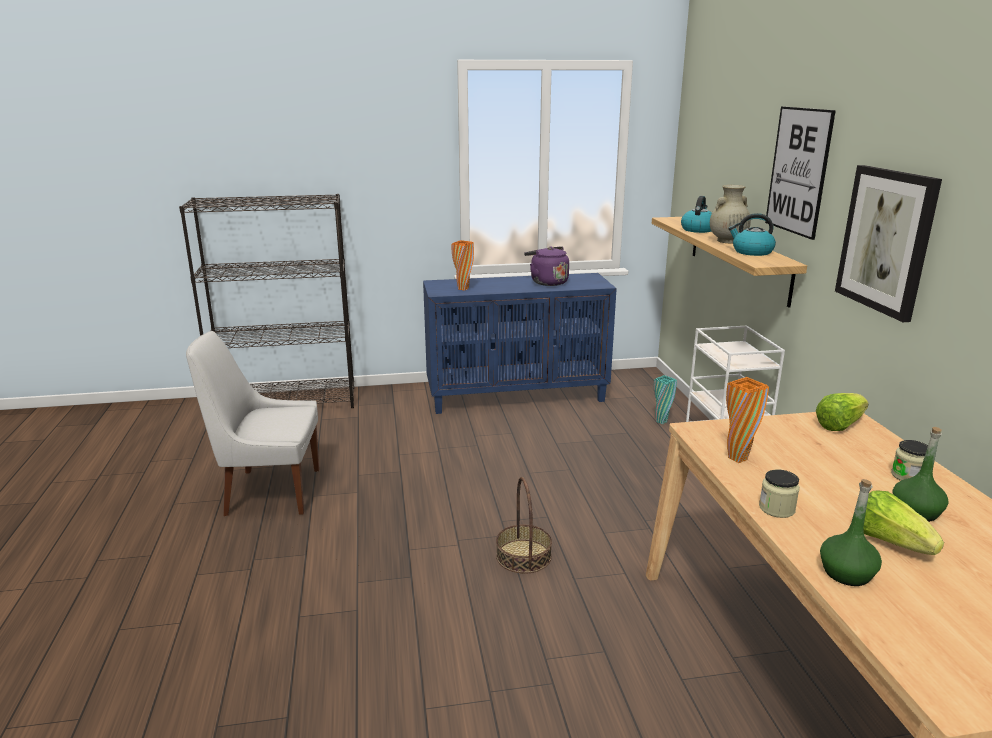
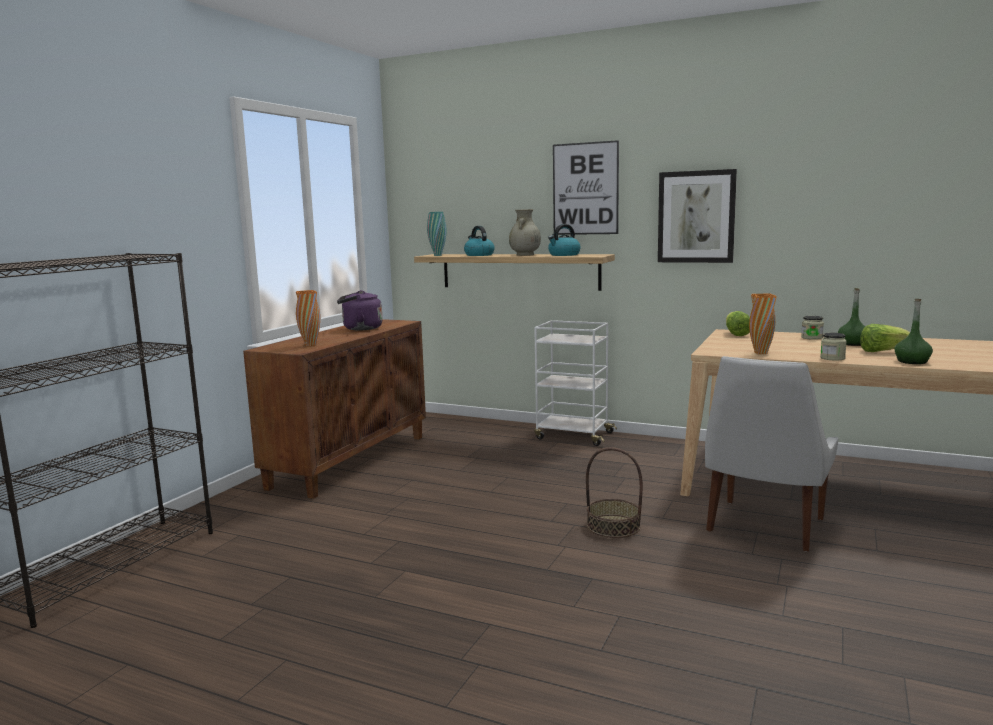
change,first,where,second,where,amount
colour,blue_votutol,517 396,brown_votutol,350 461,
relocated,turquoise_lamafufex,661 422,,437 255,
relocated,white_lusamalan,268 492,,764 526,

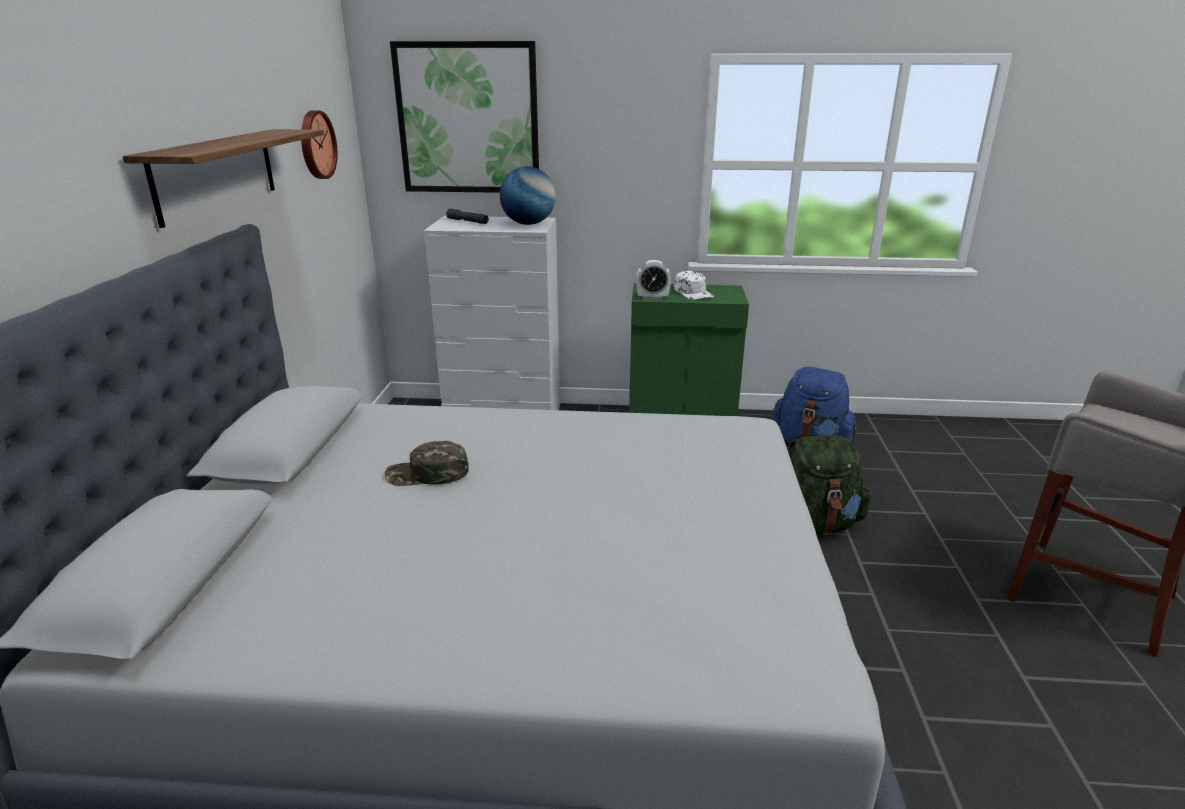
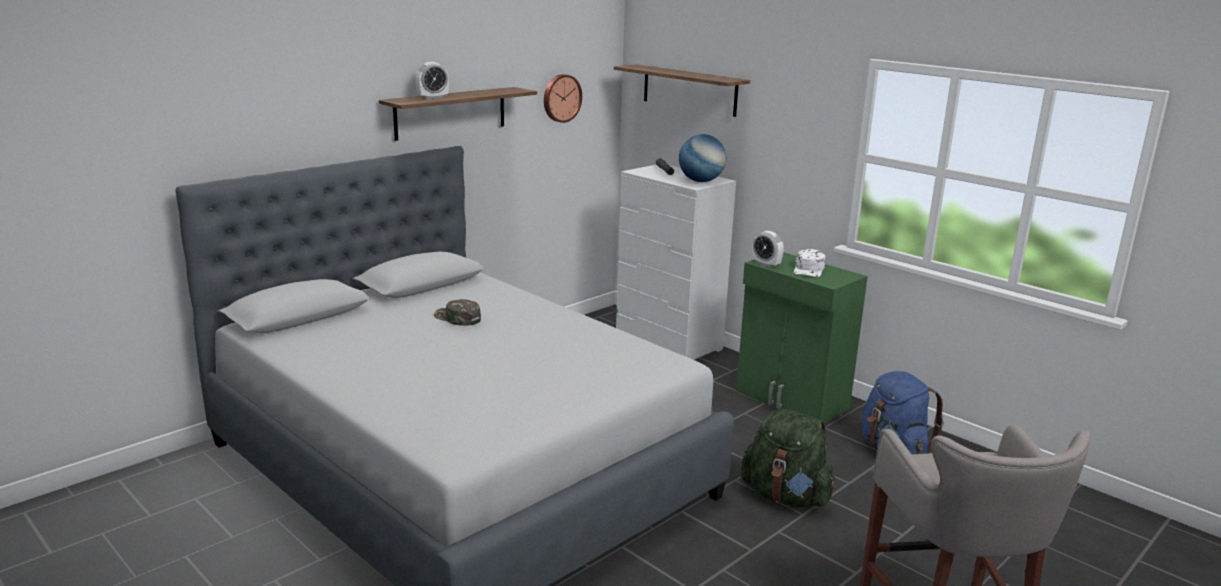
change,first,where,second,where,amount
appeared,,,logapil,433 98,
exchanged,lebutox,468 119,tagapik,689 90,

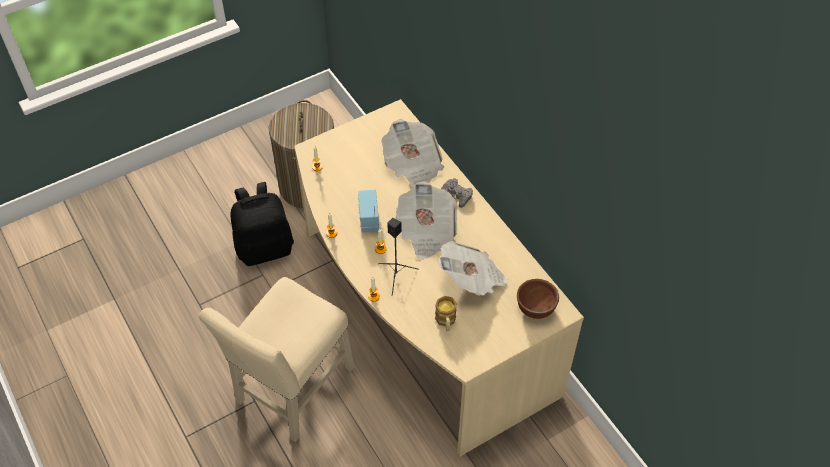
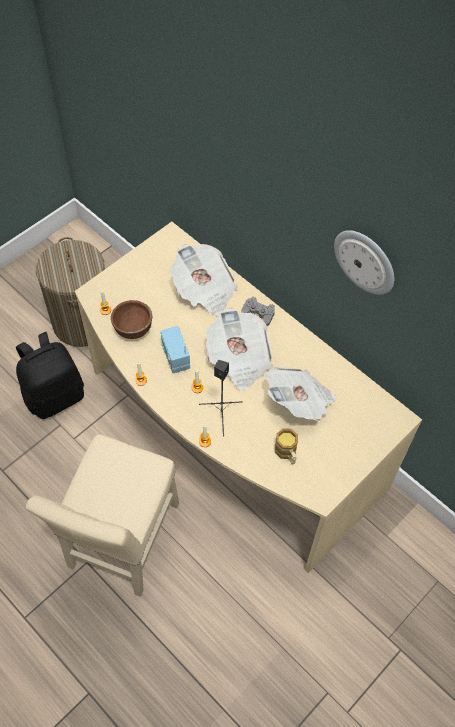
change,first,where,second,where,amount
relocated,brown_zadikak,535 308,,133 329,
appeared,,,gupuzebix,365 261,

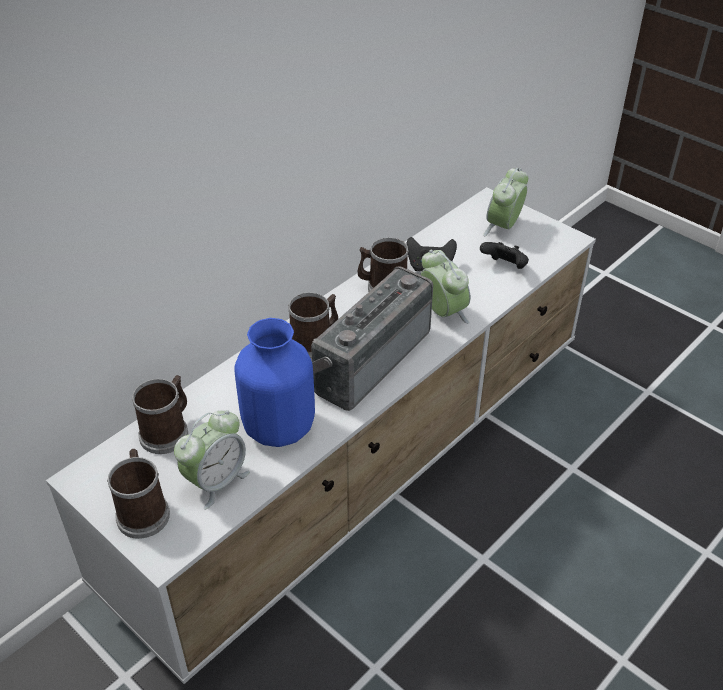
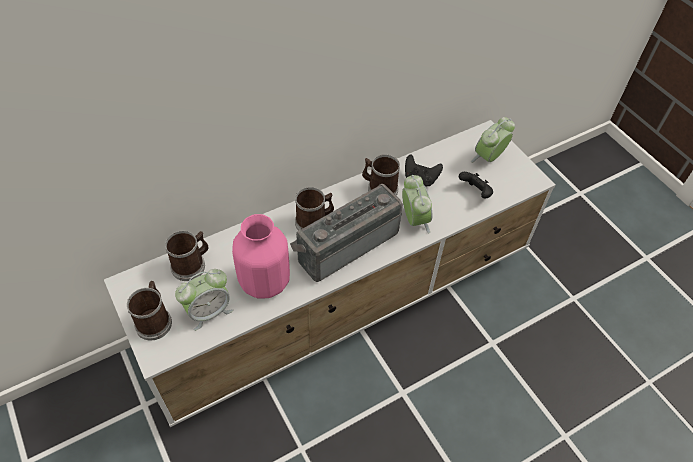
change,first,where,second,where,amount
colour,blue_lamafufex,280 428,pink_lamafufex,265 282,

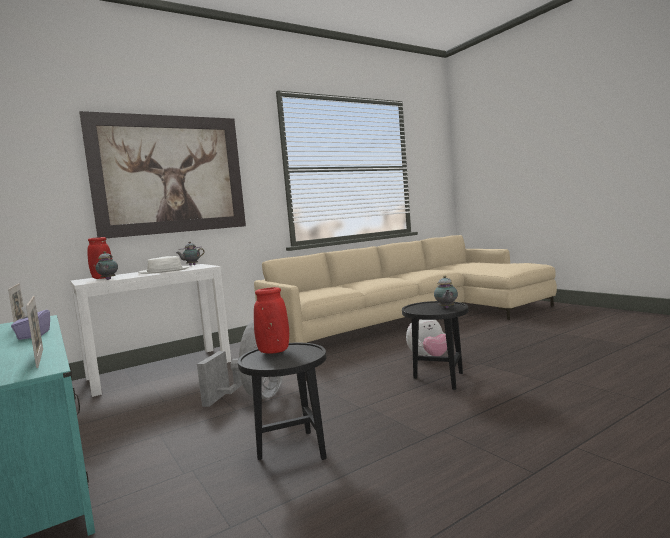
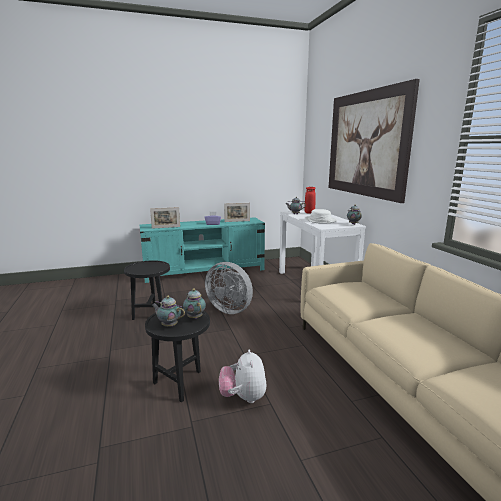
change,first,where,second,where,amount
appeared,,,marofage,194 317,
missing,red_lamafufex,274 351,,,

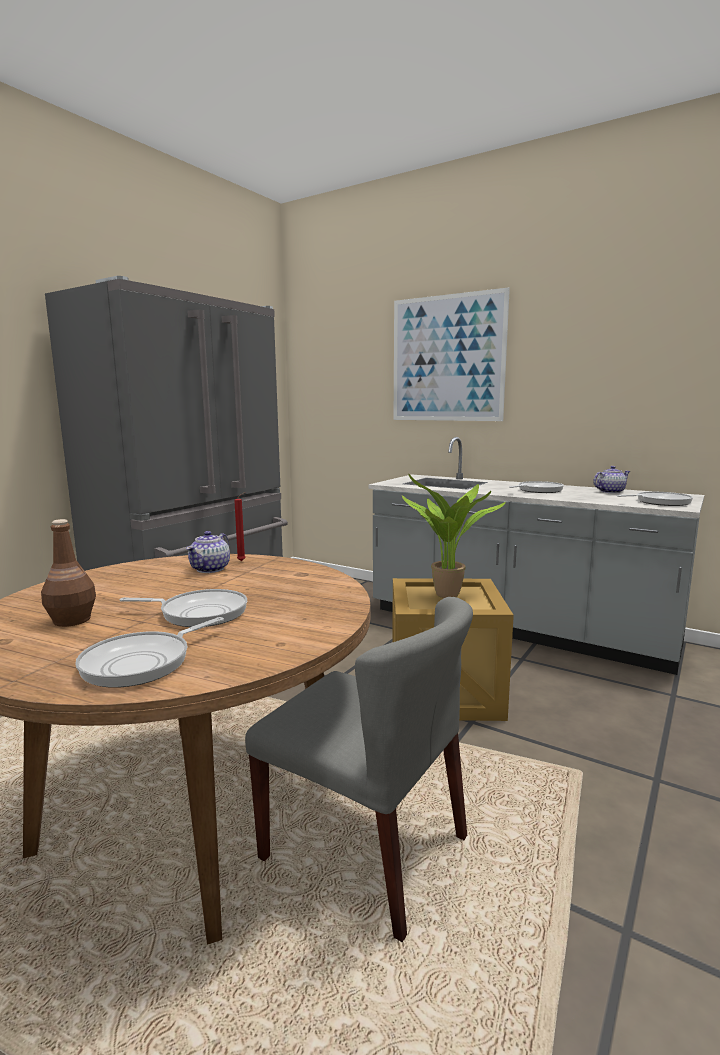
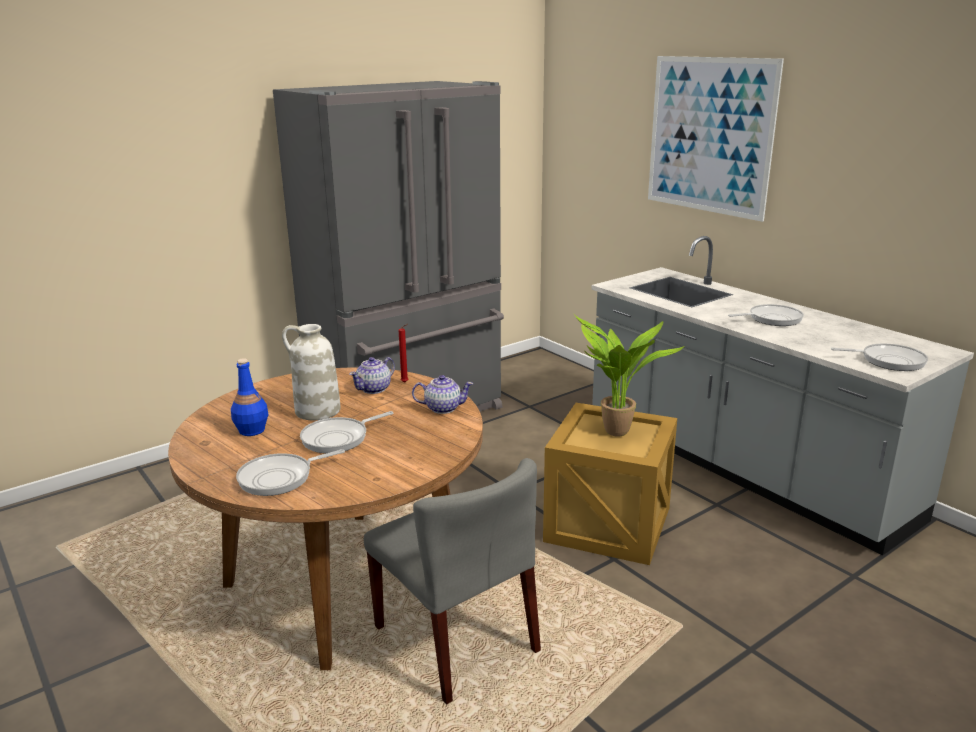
change,first,where,second,where,amount
colour,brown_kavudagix,72 620,blue_kavudagix,252 430,
appeared,,,white_lamafufex,317 411,
spun,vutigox,199 613,,339 438,120 degrees clockwise
relocated,marofage,610 492,,442 408,

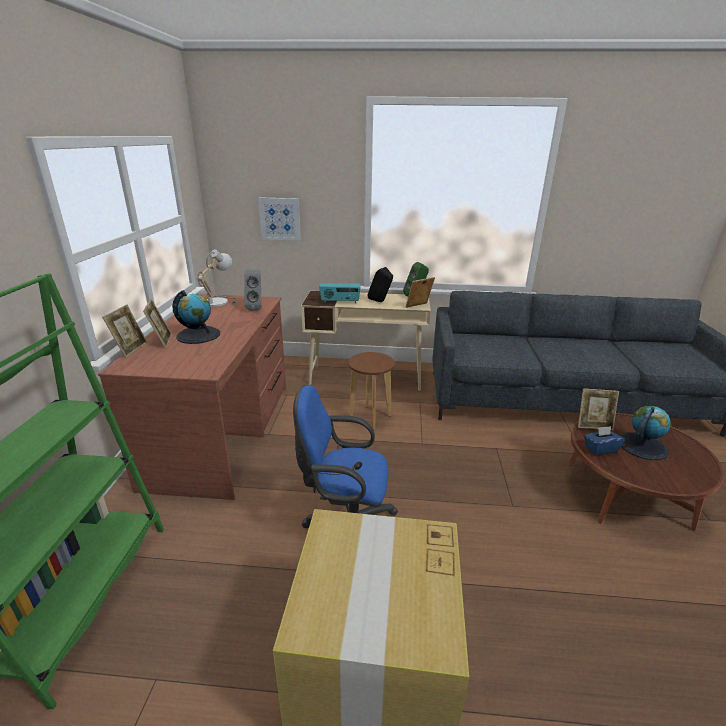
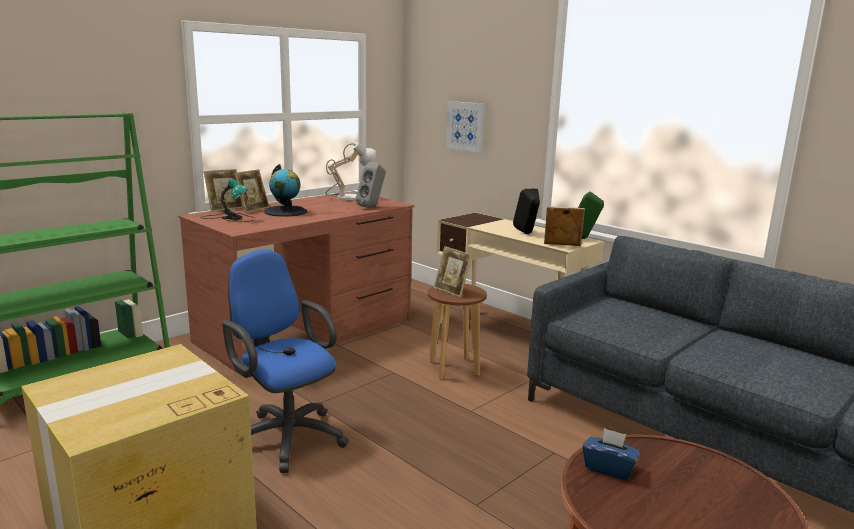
change,first,where,second,where,amount
appeared,,,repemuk,230 218,
relocated,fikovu,593 425,,451 291,
missing,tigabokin,340 302,,,
missing,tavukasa,642 446,,,

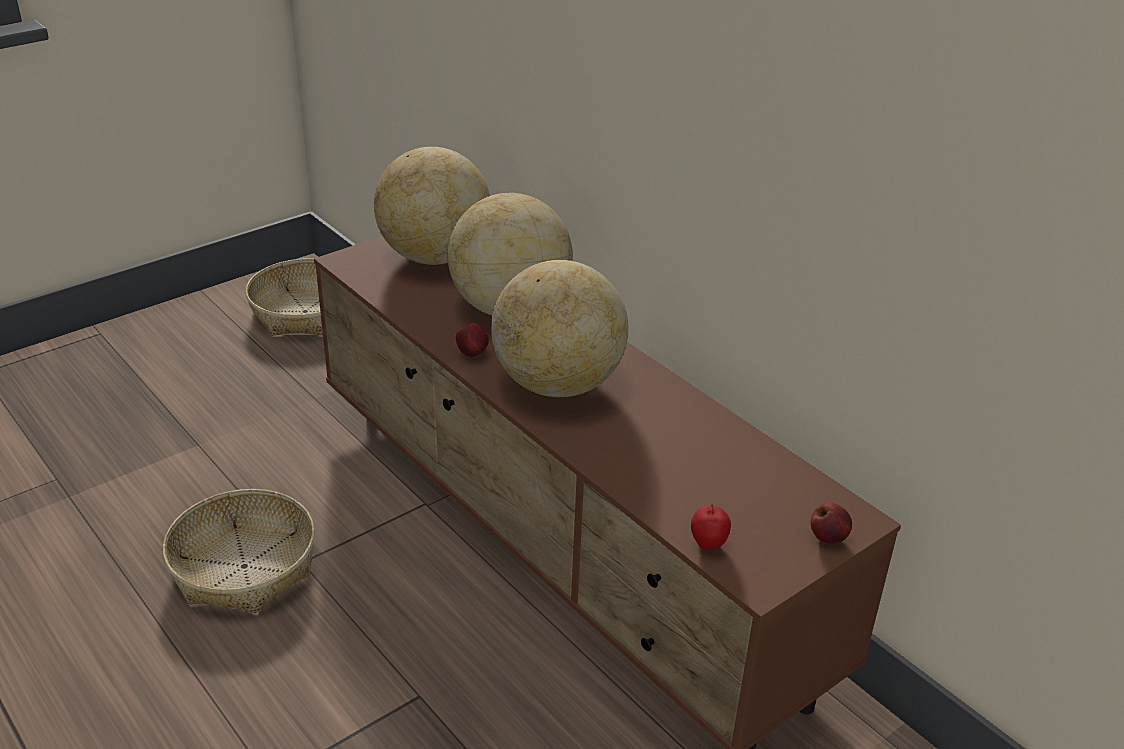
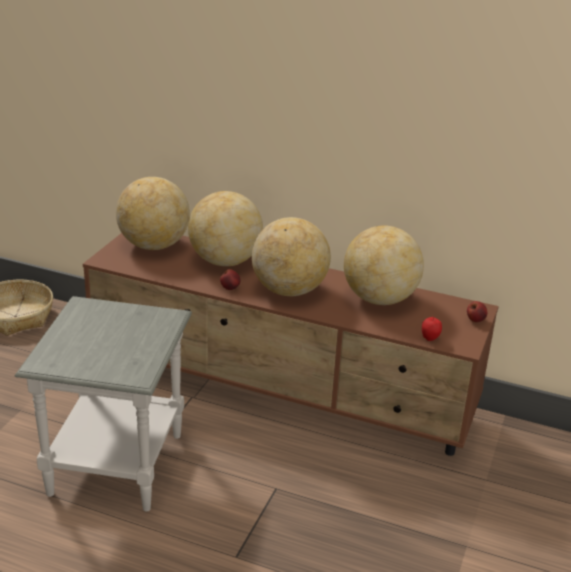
change,first,where,second,where,amount
exchanged,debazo,244 566,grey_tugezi,116 463,
appeared,,,tavukasa,379 299,

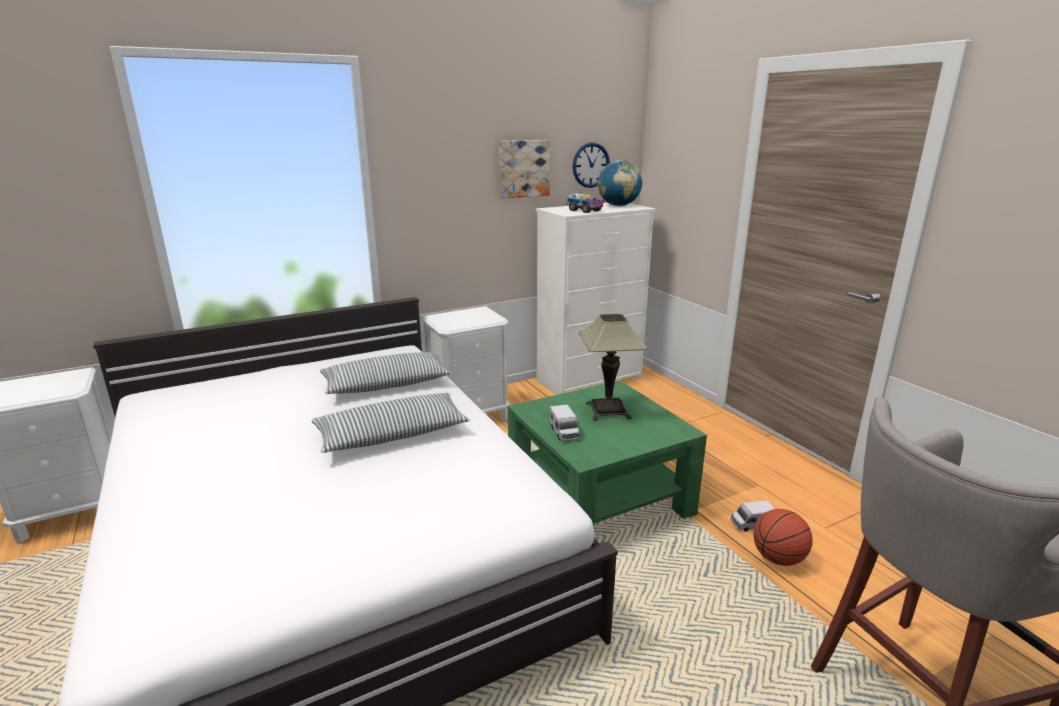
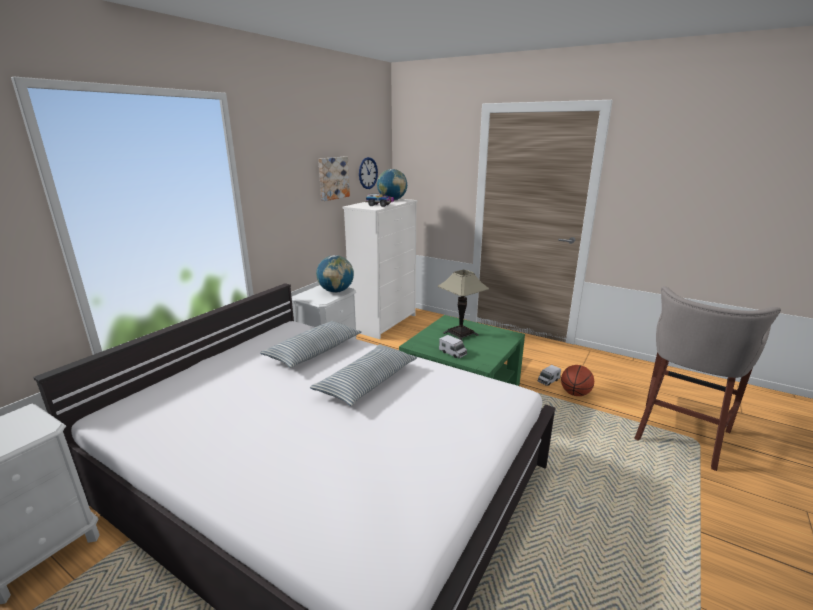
change,first,where,second,where,amount
appeared,,,tavukasa,336 291,

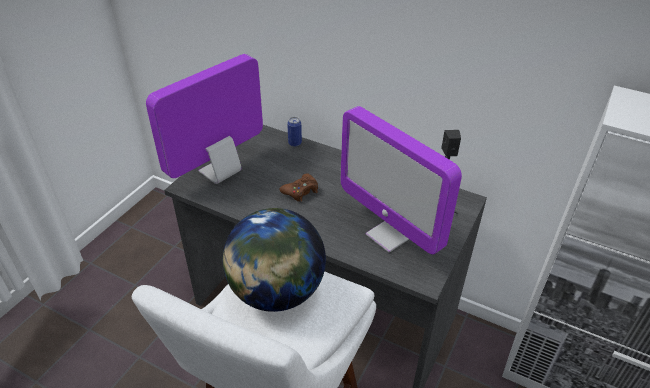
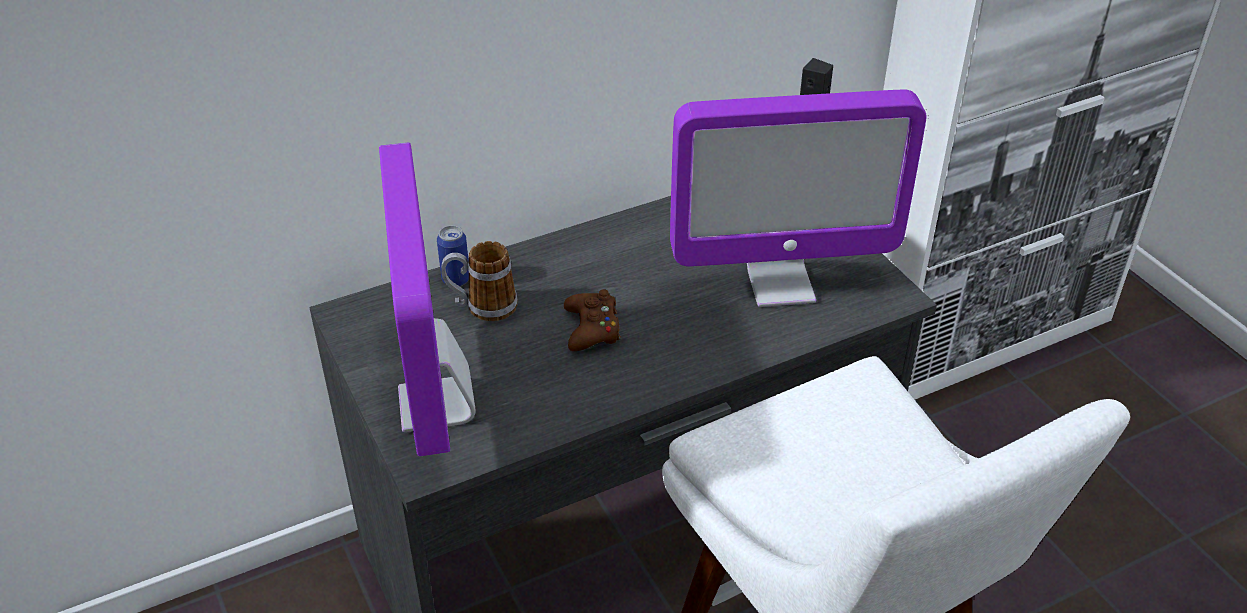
change,first,where,second,where,amount
appeared,,,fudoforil,482 307,
missing,tavukasa,276 292,,,

